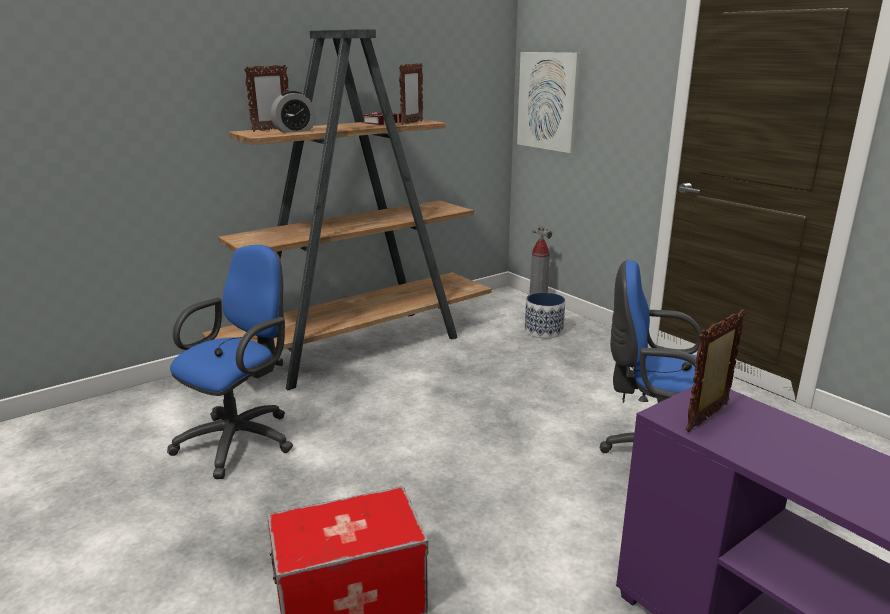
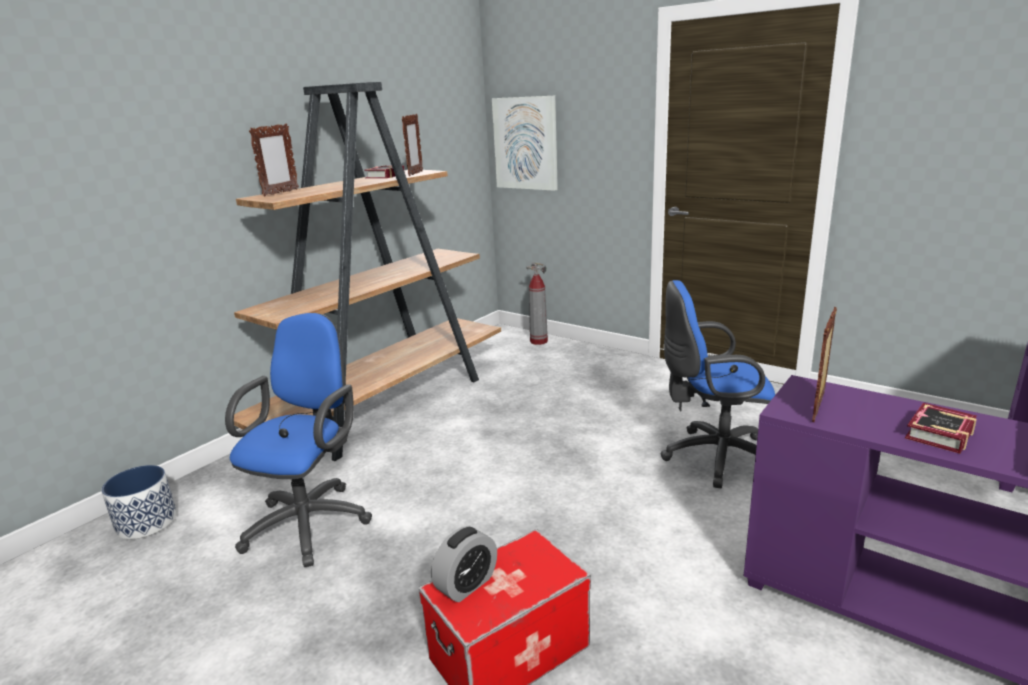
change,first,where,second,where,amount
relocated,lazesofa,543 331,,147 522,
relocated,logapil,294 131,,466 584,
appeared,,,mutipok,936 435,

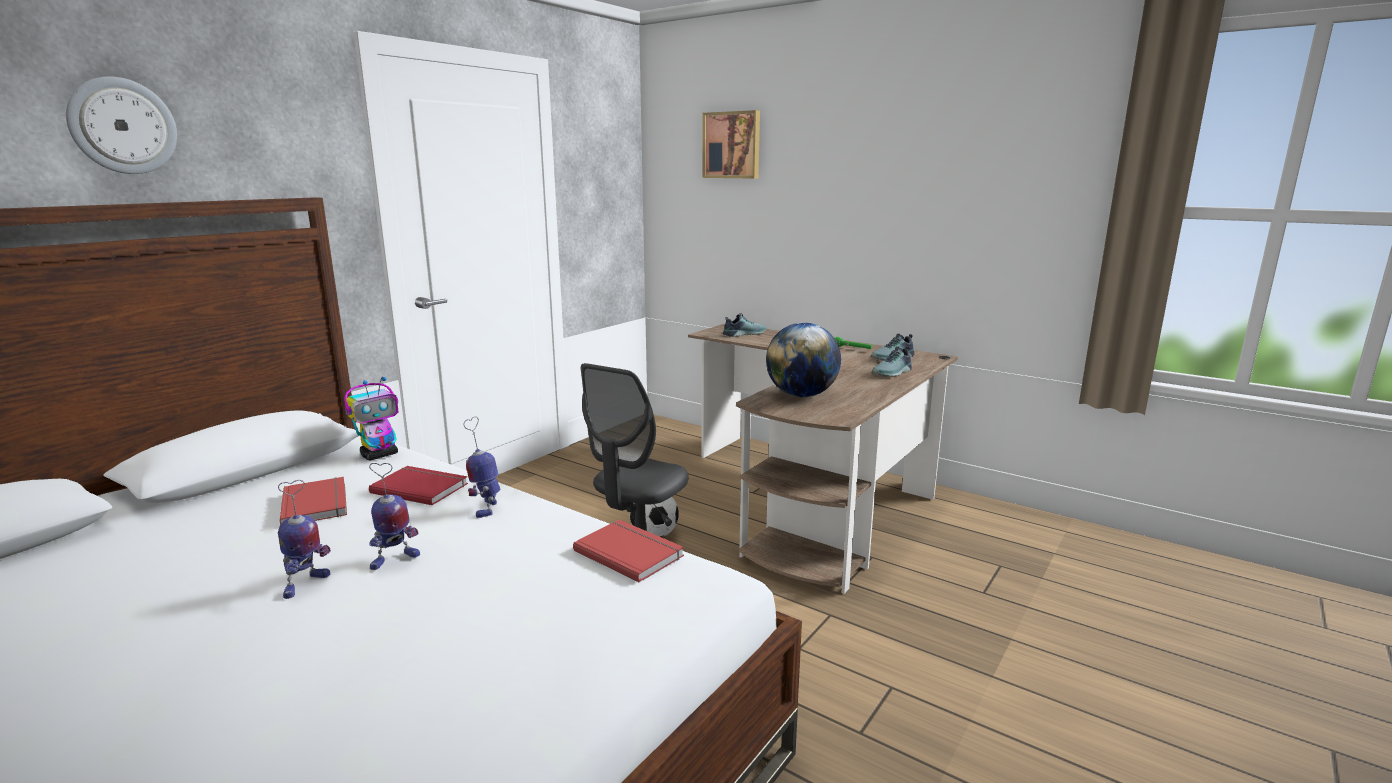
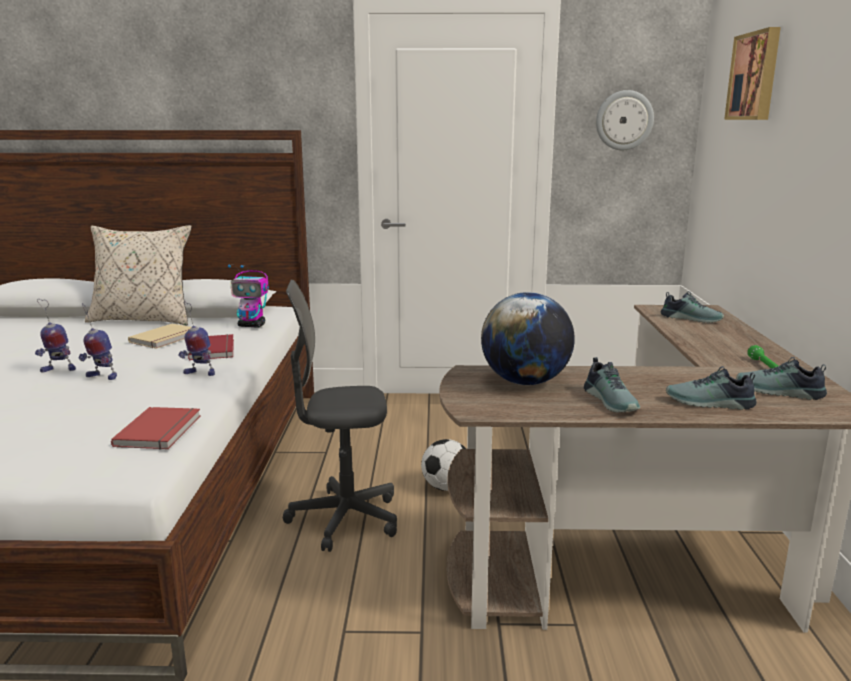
change,first,where,second,where,amount
appeared,,,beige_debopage,144 319,
colour,red_mutipok,318 503,beige_mutipok,166 338,
spun,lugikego,486 508,,199 373,135 degrees counterclockwise
appeared,,,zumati,612 401,
relocated,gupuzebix,122 126,,624 120,

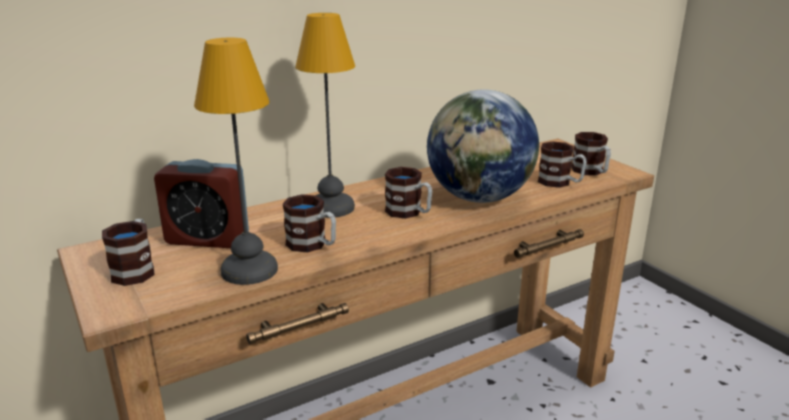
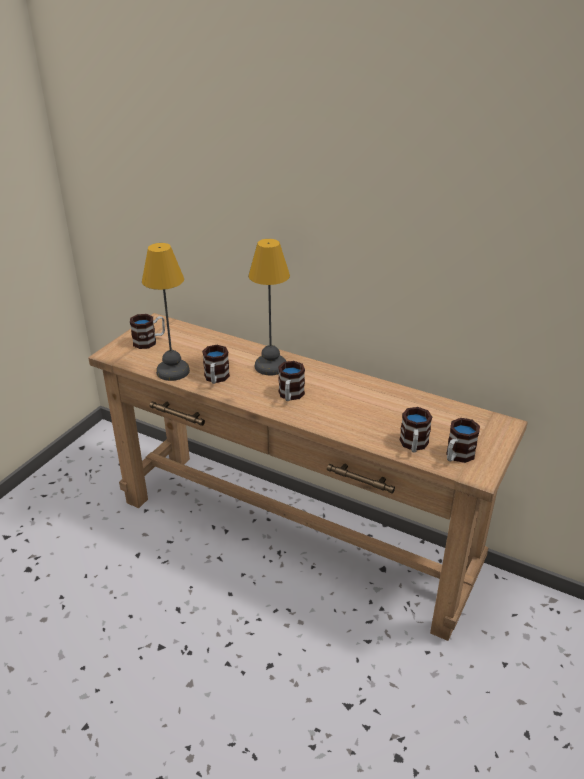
change,first,where,second,where,amount
missing,logapil,207 239,,,
missing,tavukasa,479 198,,,

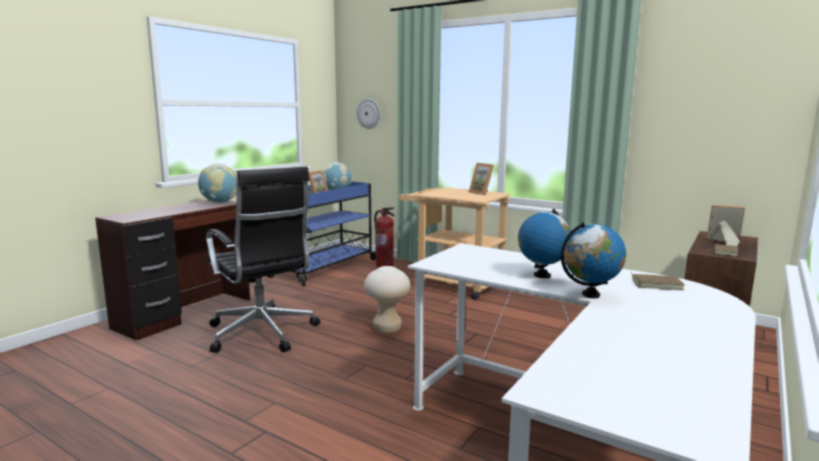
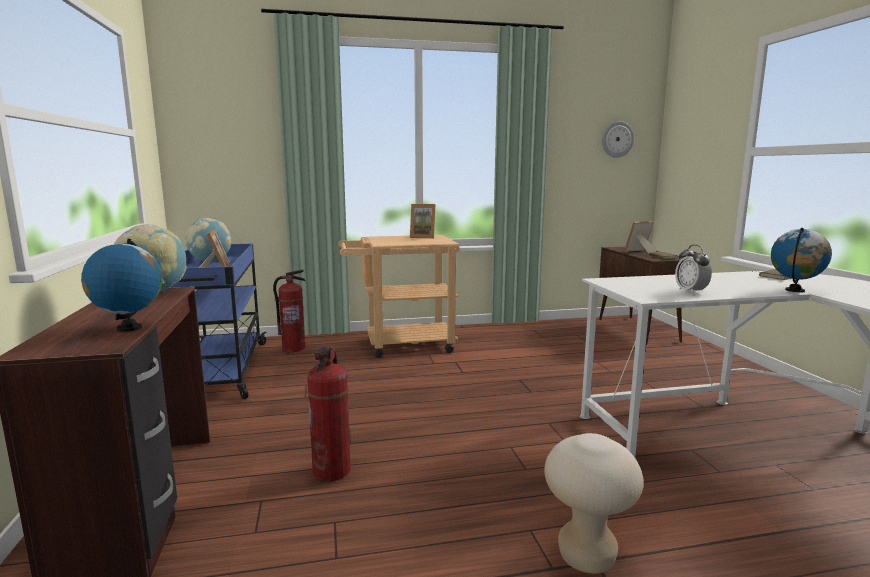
change,first,where,second,where,amount
relocated,tavukasa,542 275,,129 328,
exchanged,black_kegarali,263 334,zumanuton,332 471,
relocated,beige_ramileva,387 329,,586 557,
relocated,gupuzebix,369 113,,617 139,
appeared,,,logapil,691 291,

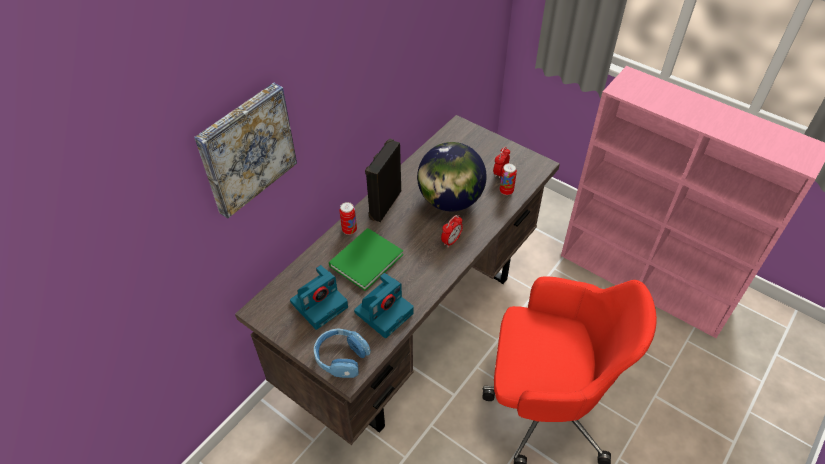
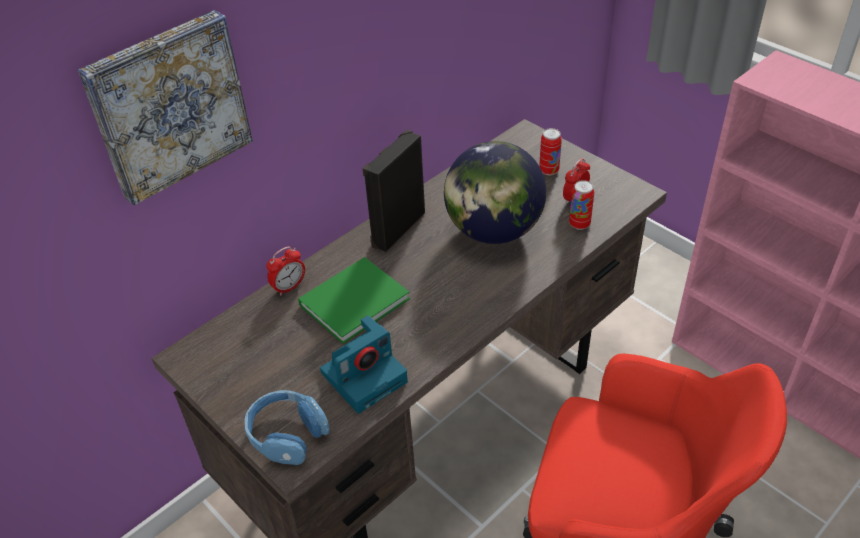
change,first,where,second,where,amount
relocated,logapil,451 241,,289 287,
relocated,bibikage,349 230,,549 170,
missing,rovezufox,320 303,,,

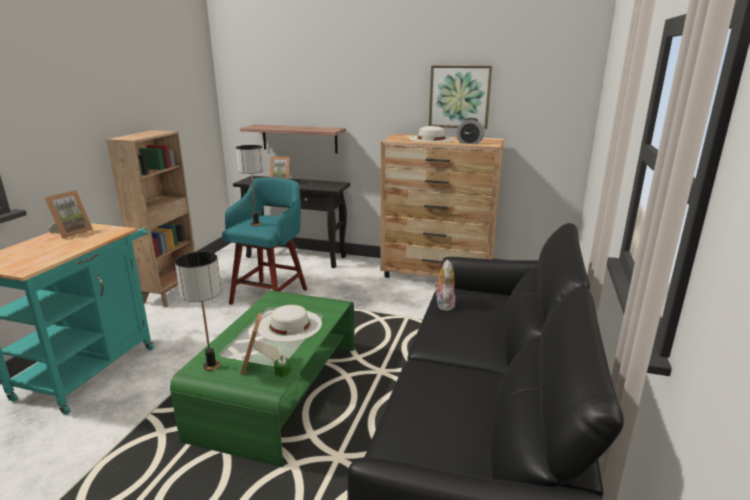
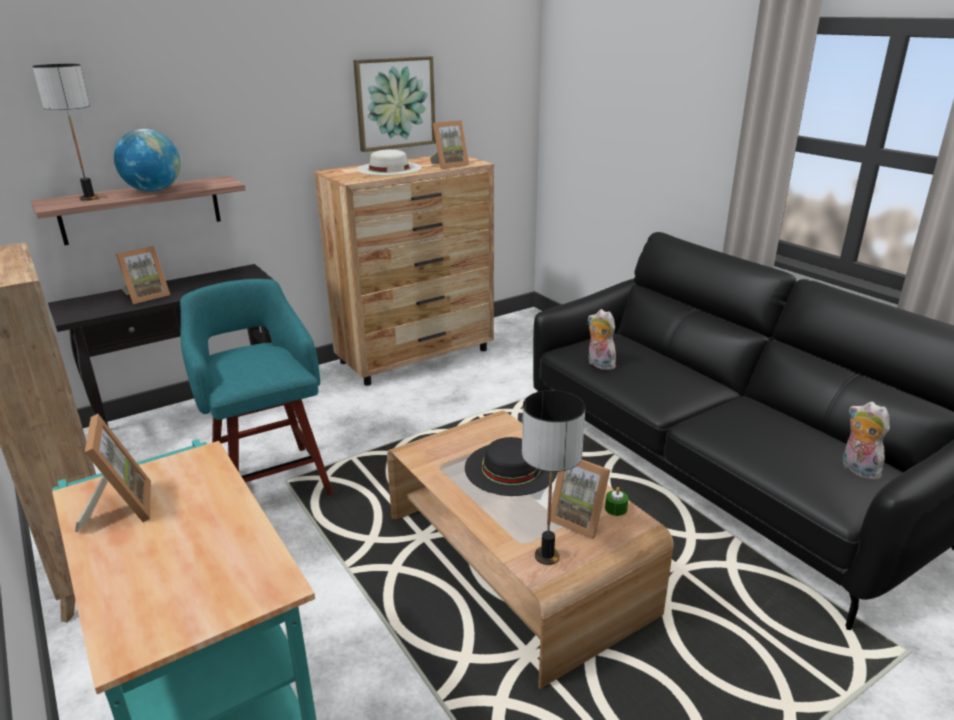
change,first,where,second,where,amount
relocated,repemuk,256 224,,89 198,
appeared,,,tavukasa,154 190,
colour,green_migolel,279 390,brown_migolel,515 563,
exchanged,logapil,469 143,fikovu,449 165,
colour,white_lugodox,289 325,black_lugodox,511 468,
appeared,,,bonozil,857 469,

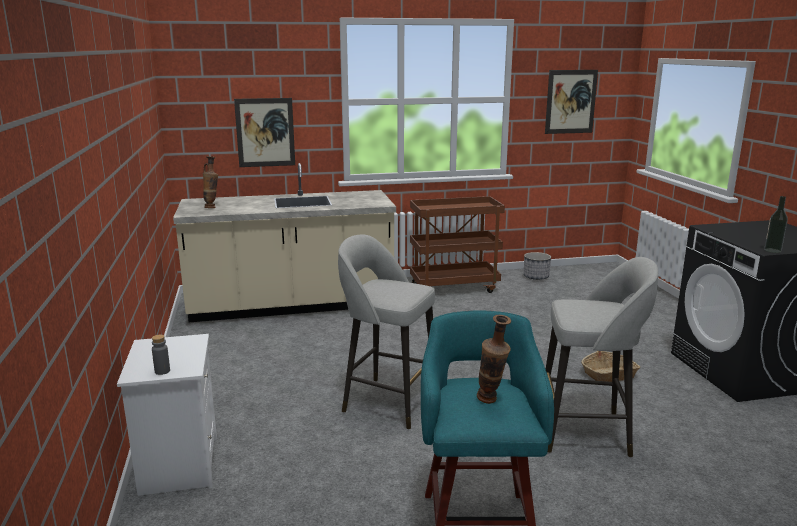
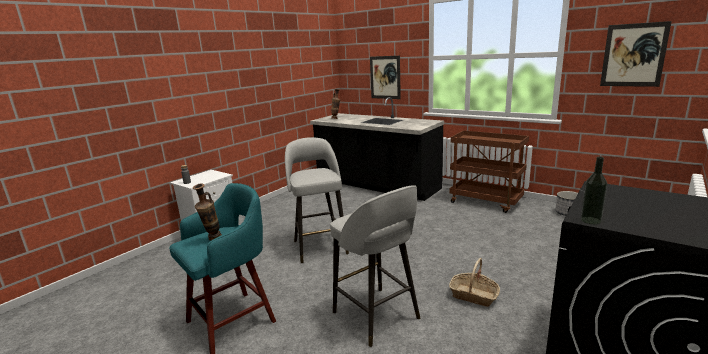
change,first,where,second,where,amount
colour,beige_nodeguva,292 305,black_nodeguva,376 185,

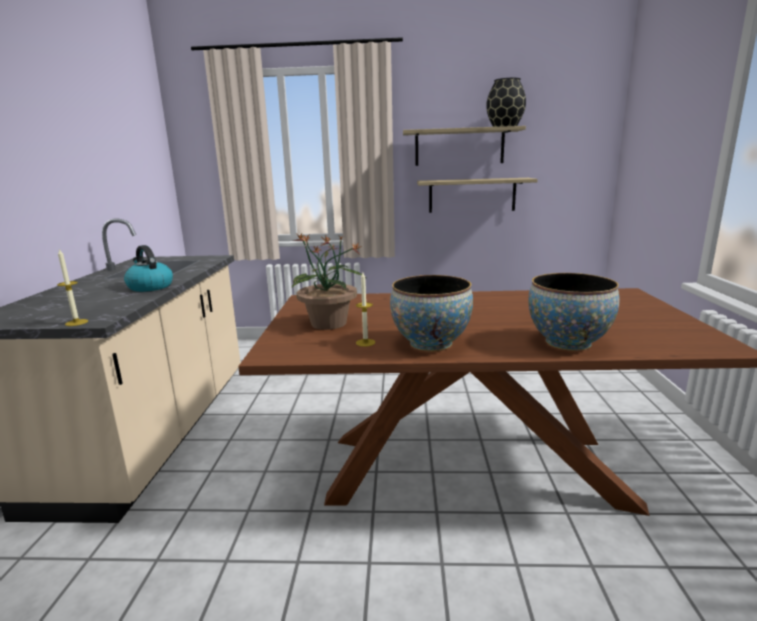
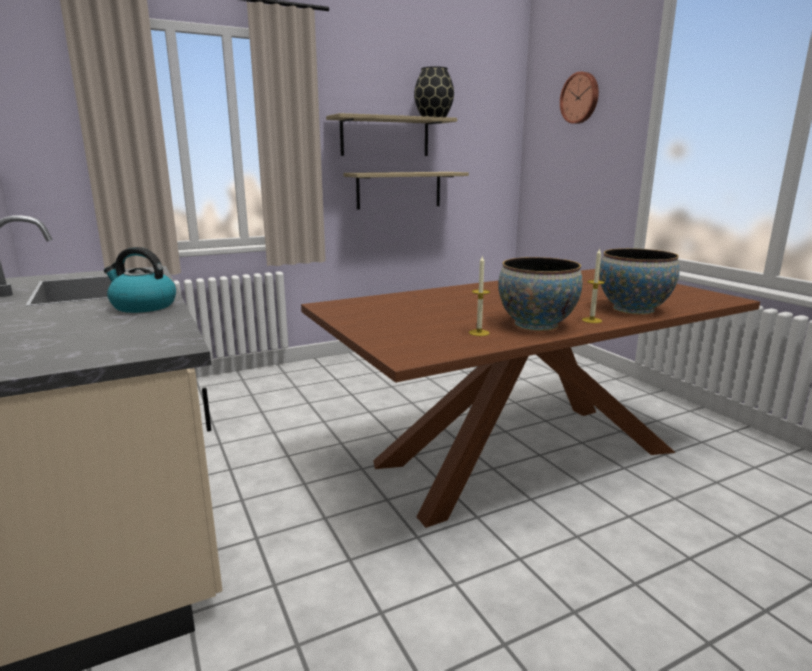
change,first,where,second,where,amount
appeared,,,gupuzebix,580 98,
relocated,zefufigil,76 322,,591 320,
missing,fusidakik,329 324,,,

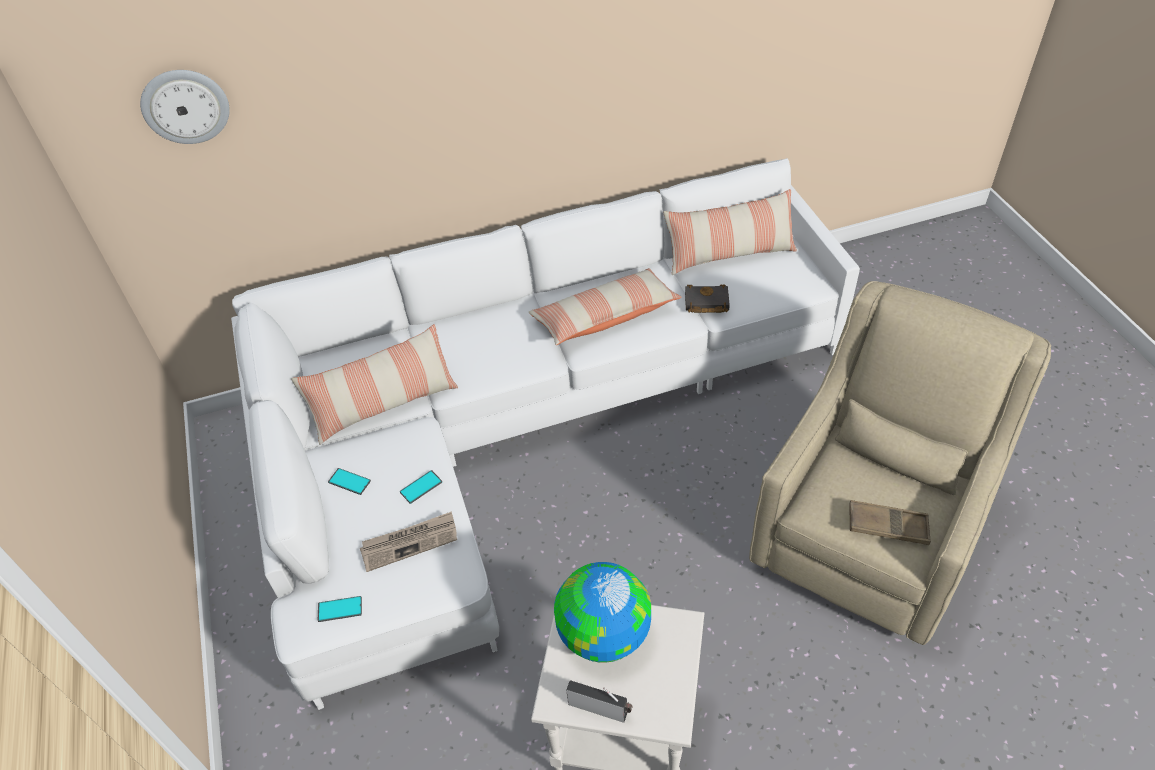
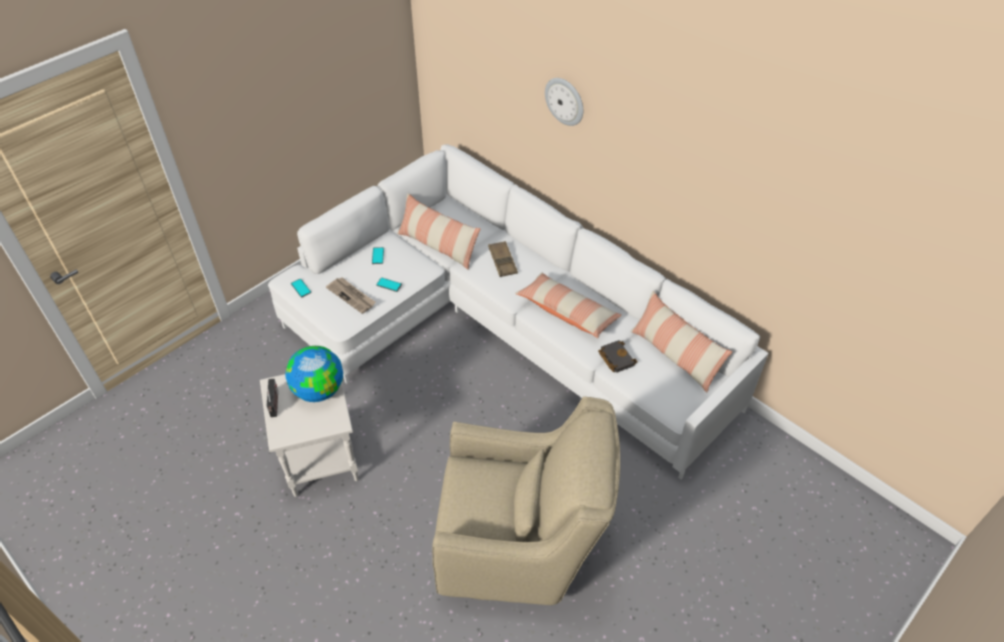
change,first,where,second,where,amount
relocated,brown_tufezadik,887 526,,502 261,
relocated,gupuzebix,185 106,,565 101,

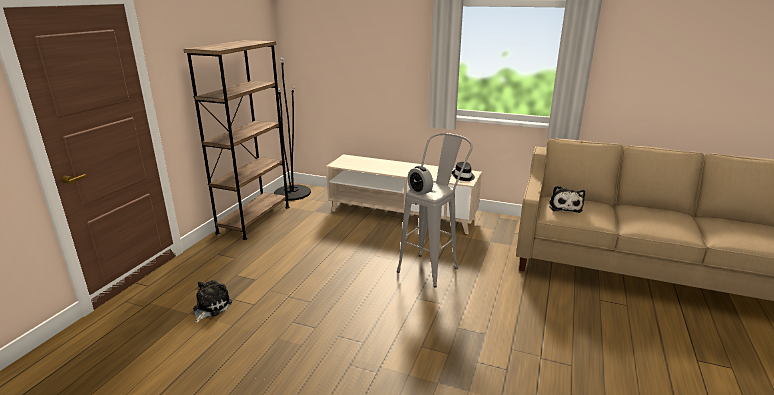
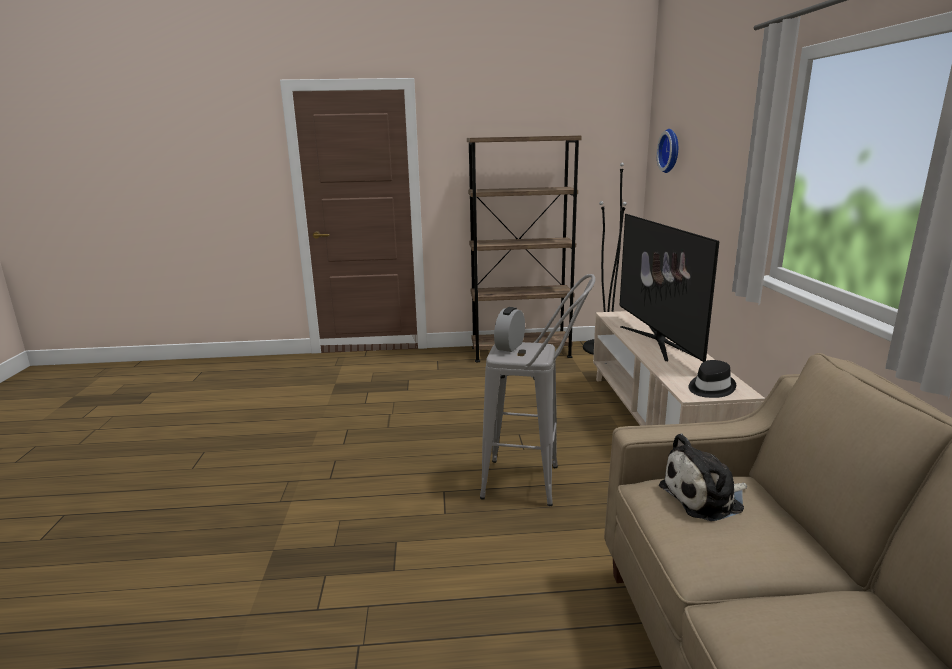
change,first,where,second,where,amount
appeared,,,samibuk,657 341,
appeared,,,gupuzebix,671 151,
missing,bonozil,210 307,,,

